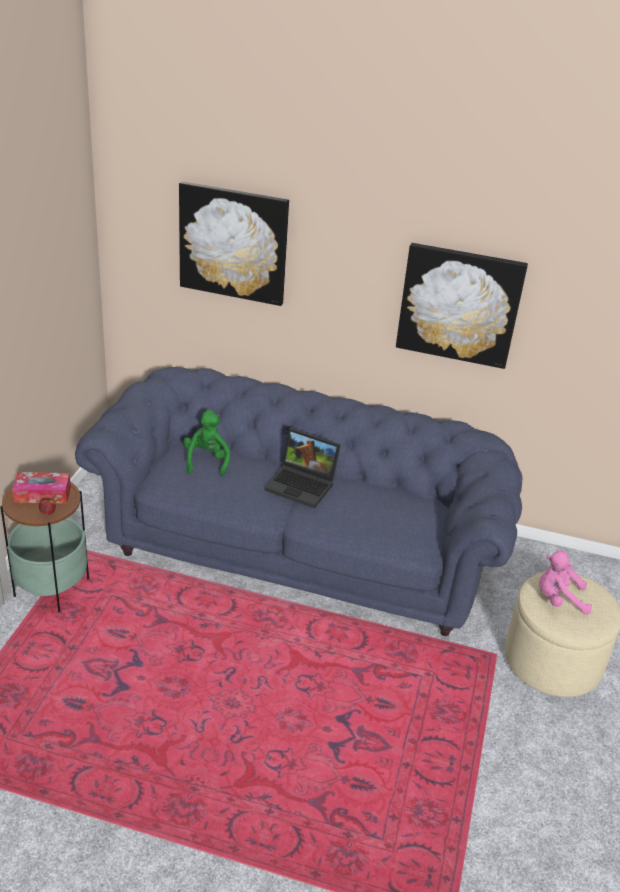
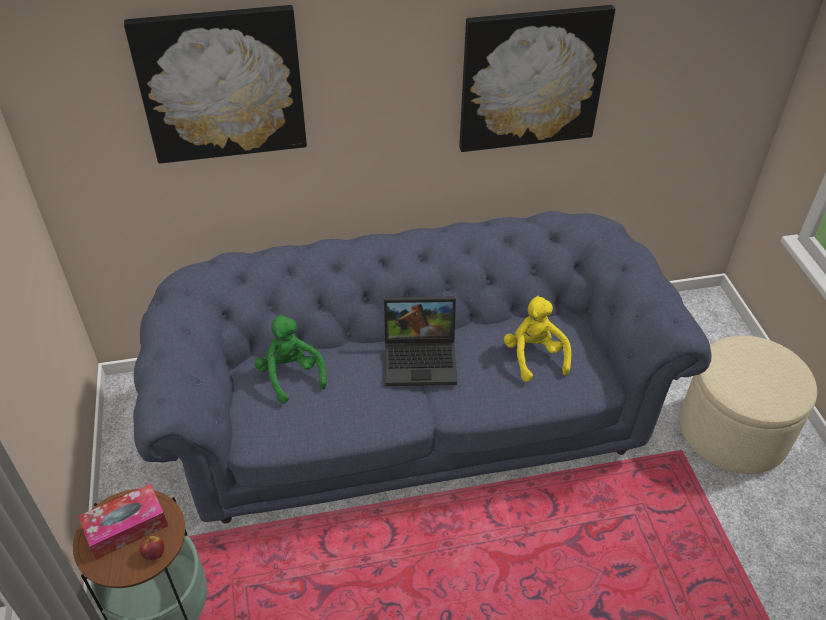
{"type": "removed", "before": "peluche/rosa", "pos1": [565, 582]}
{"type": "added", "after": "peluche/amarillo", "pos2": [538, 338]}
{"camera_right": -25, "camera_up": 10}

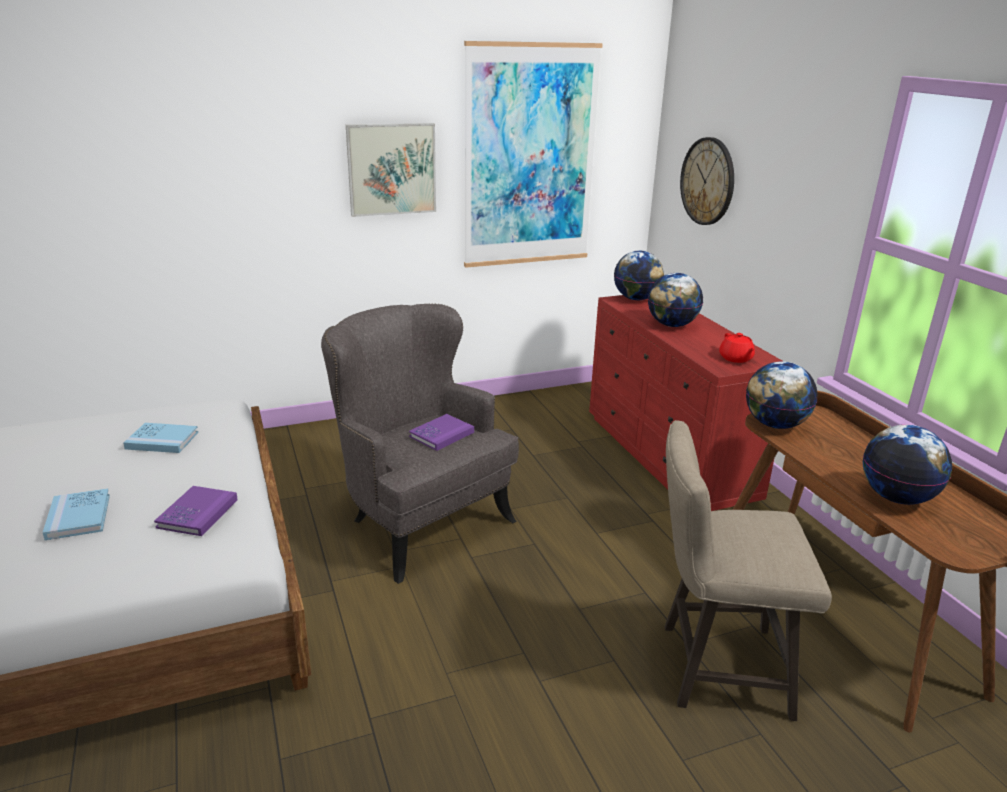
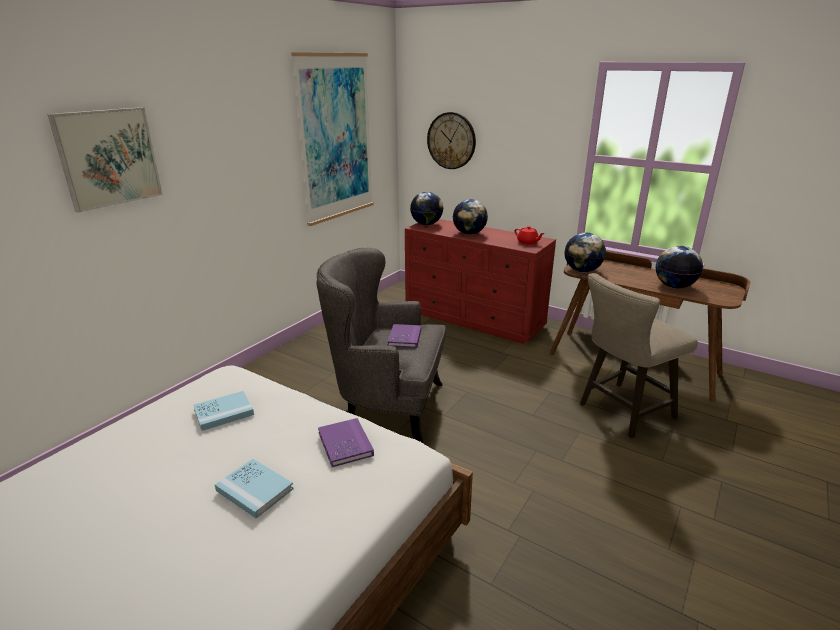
{"type": "moved", "before": "cuadro", "pos1": [391, 170], "pos2": [105, 160]}
{"camera_right": -35, "camera_up": 0}

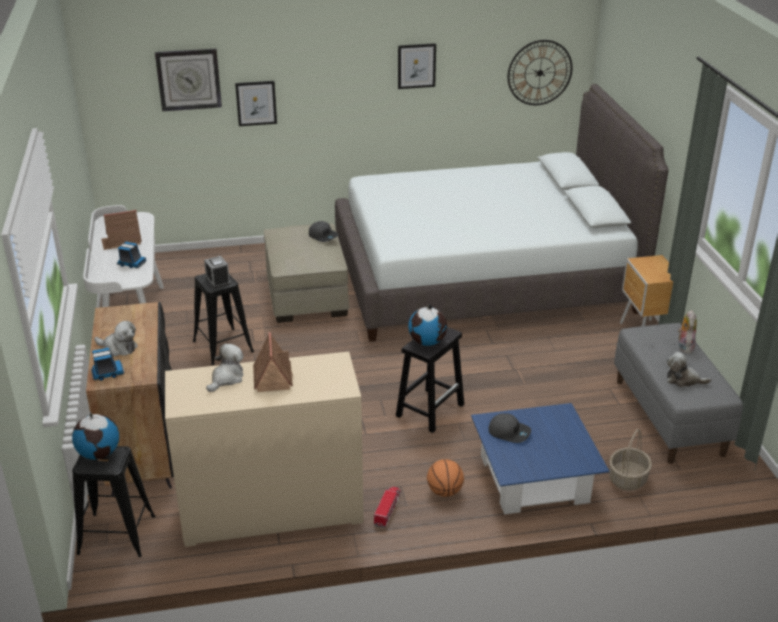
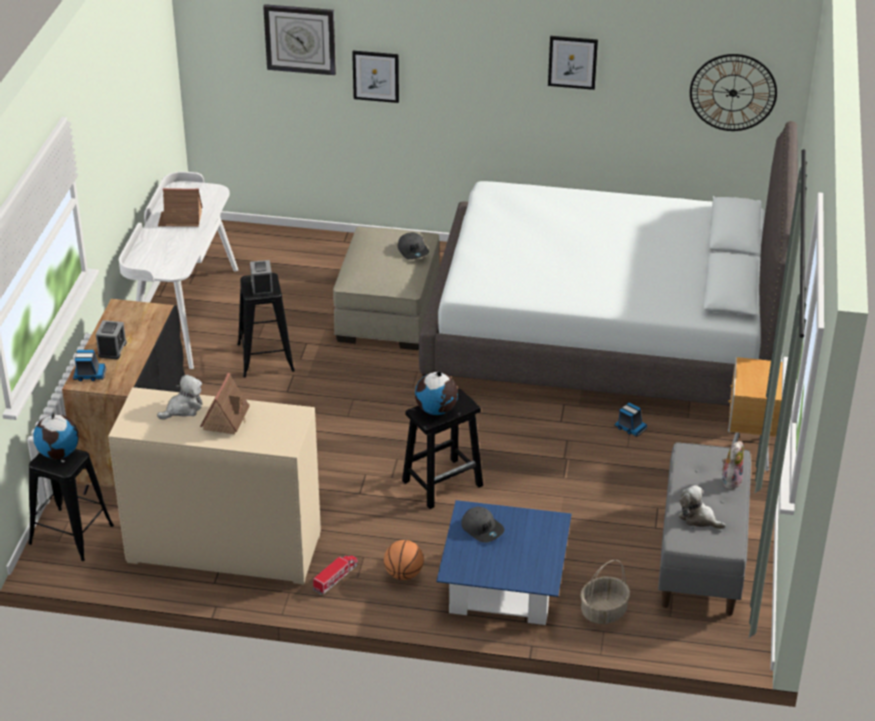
{"type": "replaced", "before": "peluche", "after": "despertador", "pos1": [116, 339], "pos2": [111, 339]}
{"type": "moved", "before": "camión de juguete", "pos1": [132, 255], "pos2": [630, 419]}
{"camera_right": 20, "camera_up": 5}

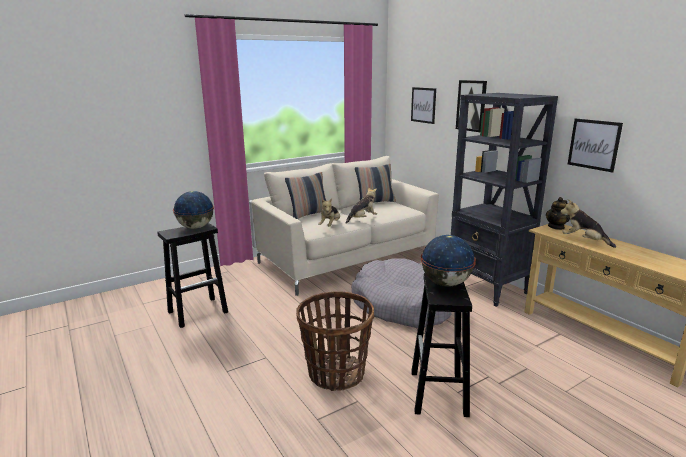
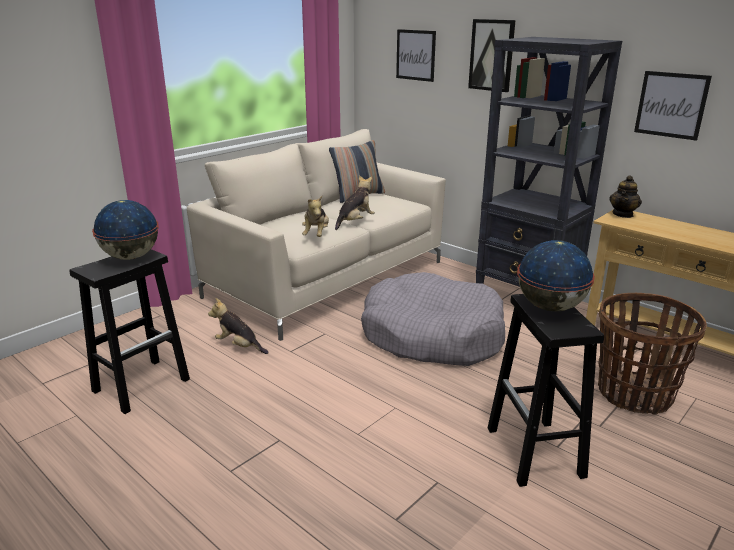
{"type": "removed", "before": "cojín", "pos1": [305, 195]}
{"type": "moved", "before": "cesta", "pos1": [335, 341], "pos2": [652, 354]}
{"type": "moved", "before": "peluche", "pos1": [588, 223], "pos2": [238, 326]}
{"camera_right": -15, "camera_up": 5}

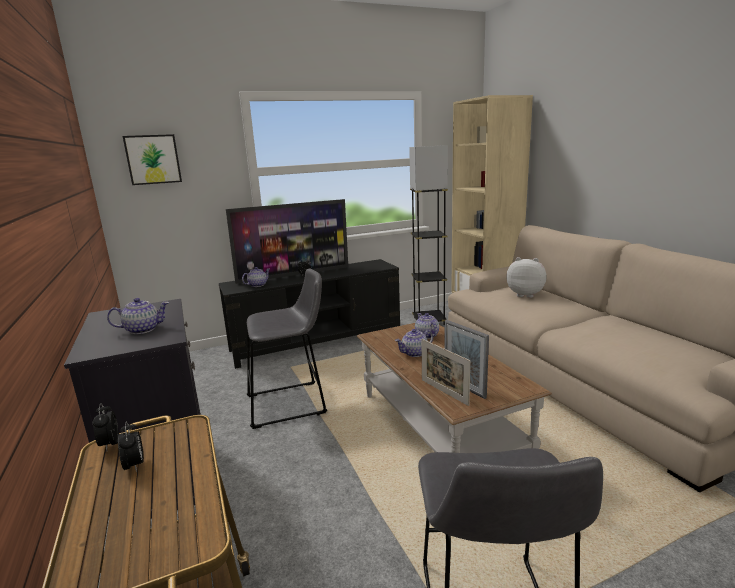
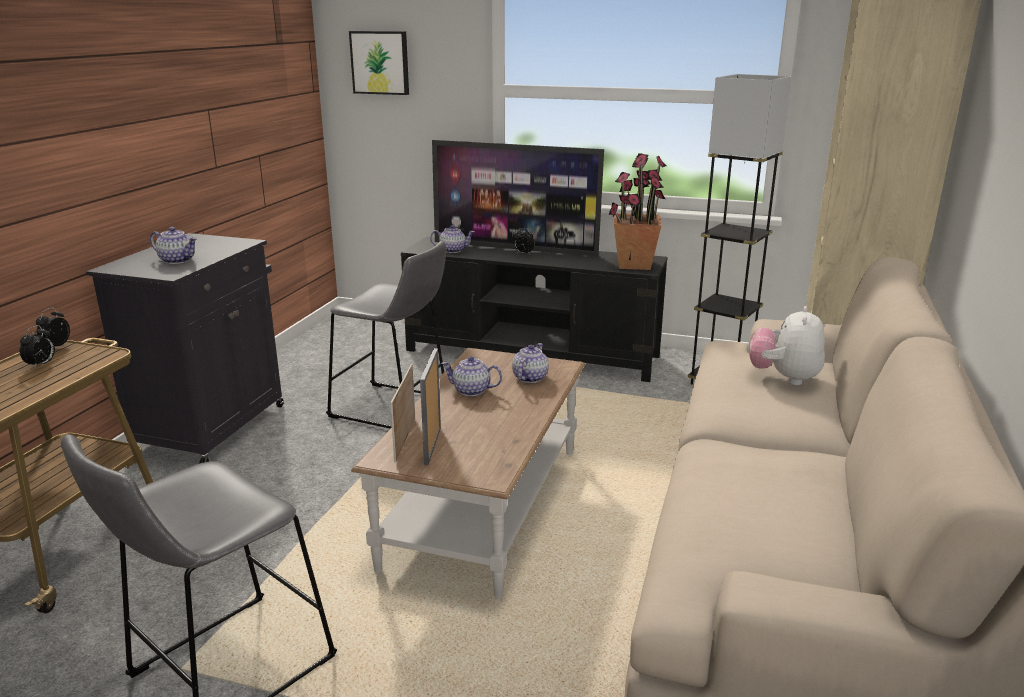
{"type": "turned", "before": "peluche", "pos1": [526, 277], "pos2": [787, 345], "turn": -135}
{"type": "added", "after": "planta en maceta", "pos2": [637, 211]}
{"camera_right": 40, "camera_up": 5}

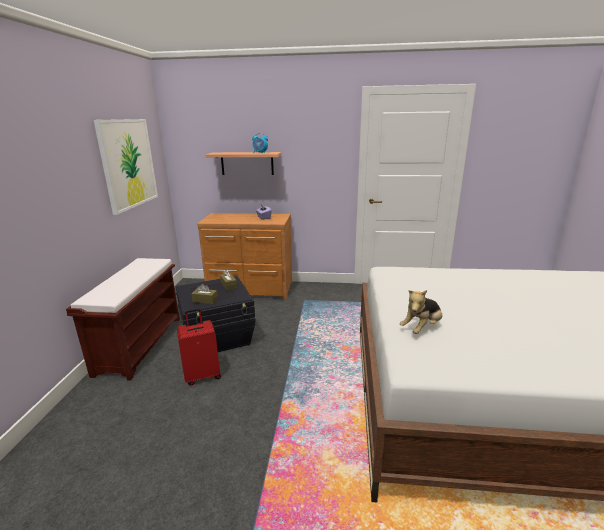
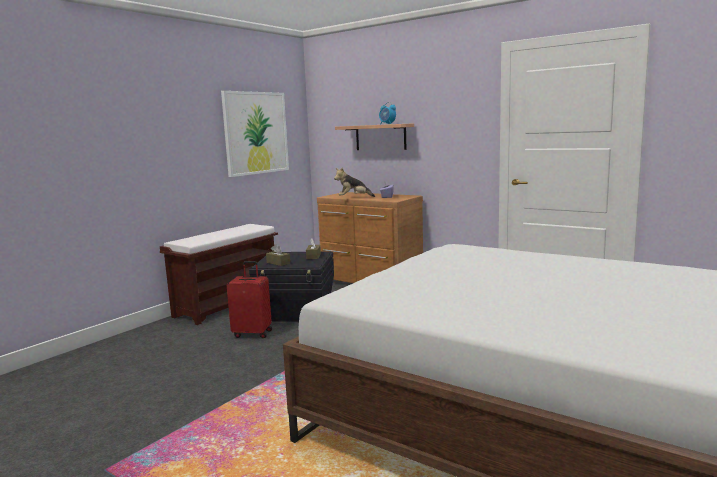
{"type": "moved", "before": "peluche", "pos1": [421, 312], "pos2": [354, 182]}
{"camera_right": 30, "camera_up": -10}

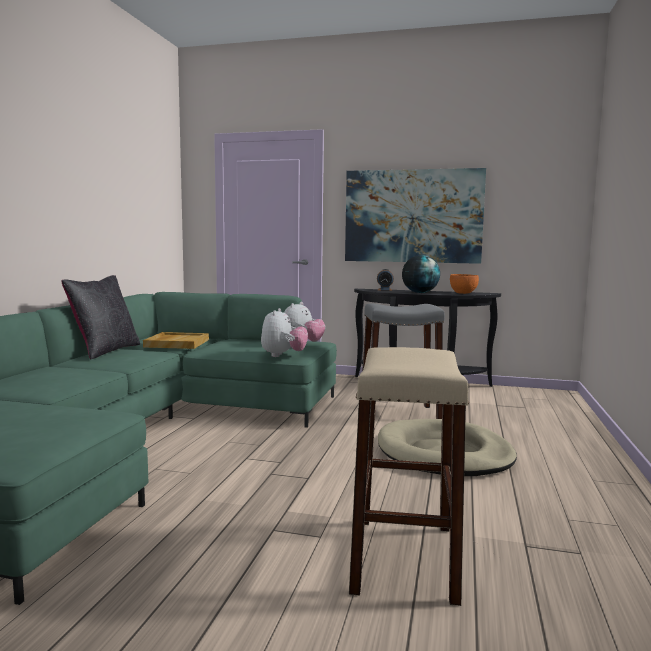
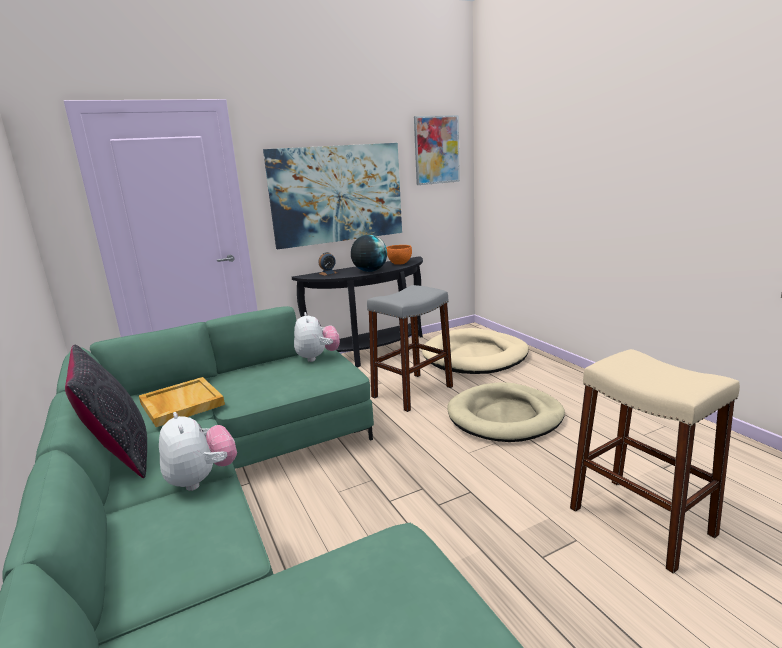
{"type": "moved", "before": "peluche", "pos1": [284, 332], "pos2": [198, 451]}
{"type": "added", "after": "cuadro", "pos2": [437, 150]}
{"type": "added", "after": "cama para perro/beis", "pos2": [475, 351]}
{"camera_right": -40, "camera_up": 10}

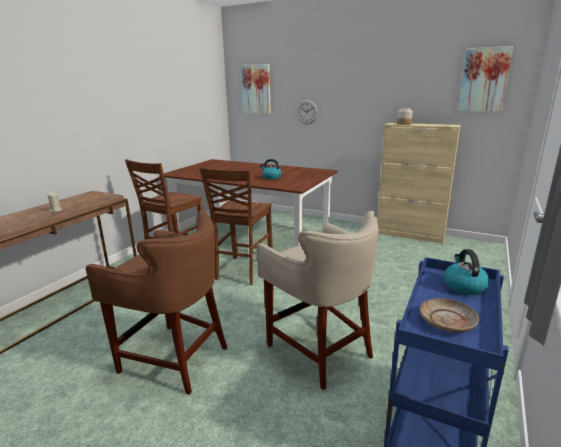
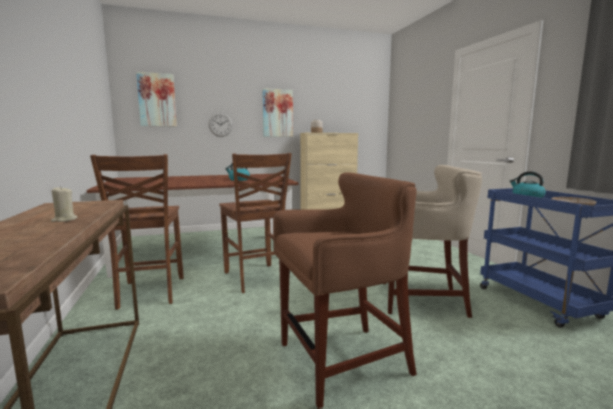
{"type": "moved", "before": "cuadro", "pos1": [486, 79], "pos2": [277, 112]}
{"camera_right": -45, "camera_up": -10}

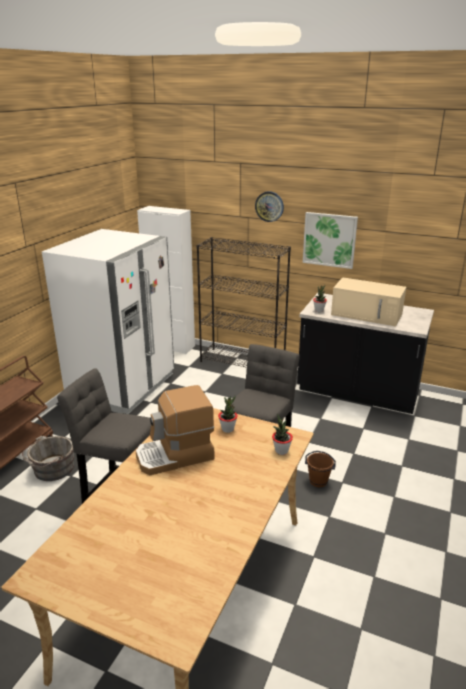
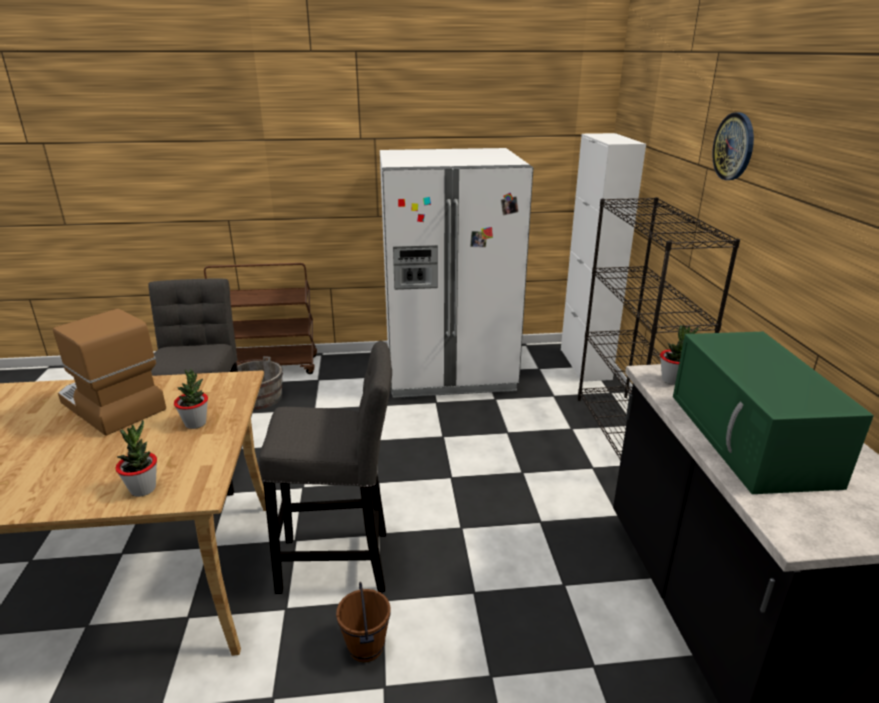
{"type": "removed", "before": "cuadro", "pos1": [330, 240]}
{"type": "recoloured", "before": "microondas/beis", "after": "microondas/verde", "pos1": [368, 302], "pos2": [773, 413]}
{"camera_right": 60, "camera_up": 0}

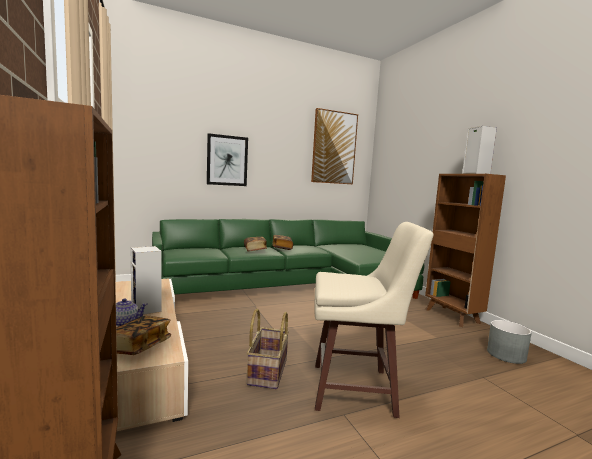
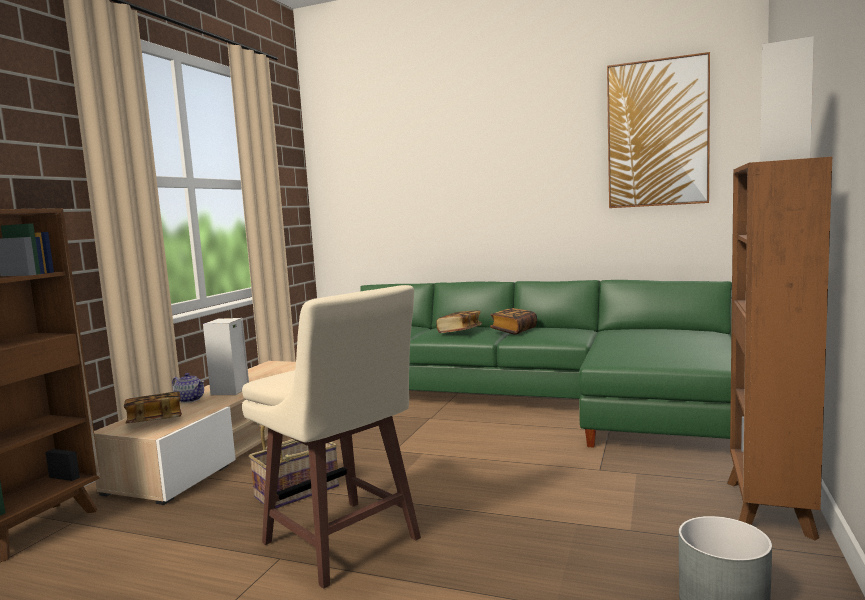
{"type": "removed", "before": "cuadro", "pos1": [227, 159]}
{"camera_right": 45, "camera_up": 0}

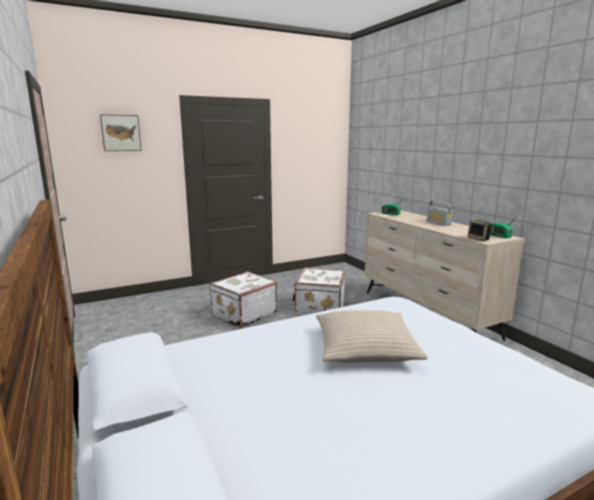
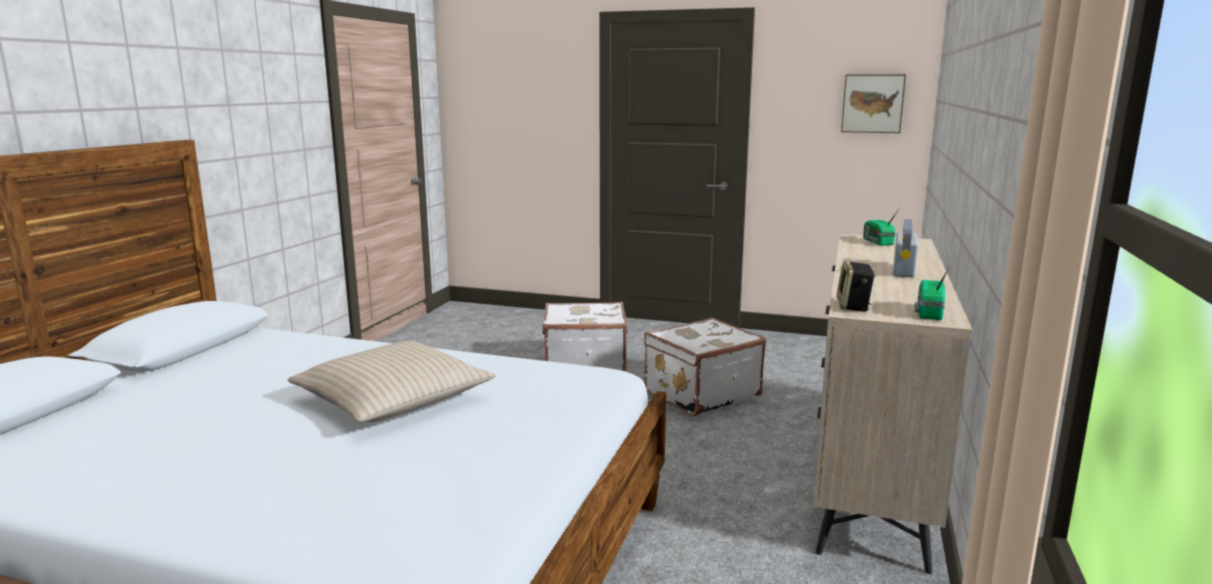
{"type": "moved", "before": "cuadro", "pos1": [121, 132], "pos2": [873, 103]}
{"camera_right": 45, "camera_up": 0}

